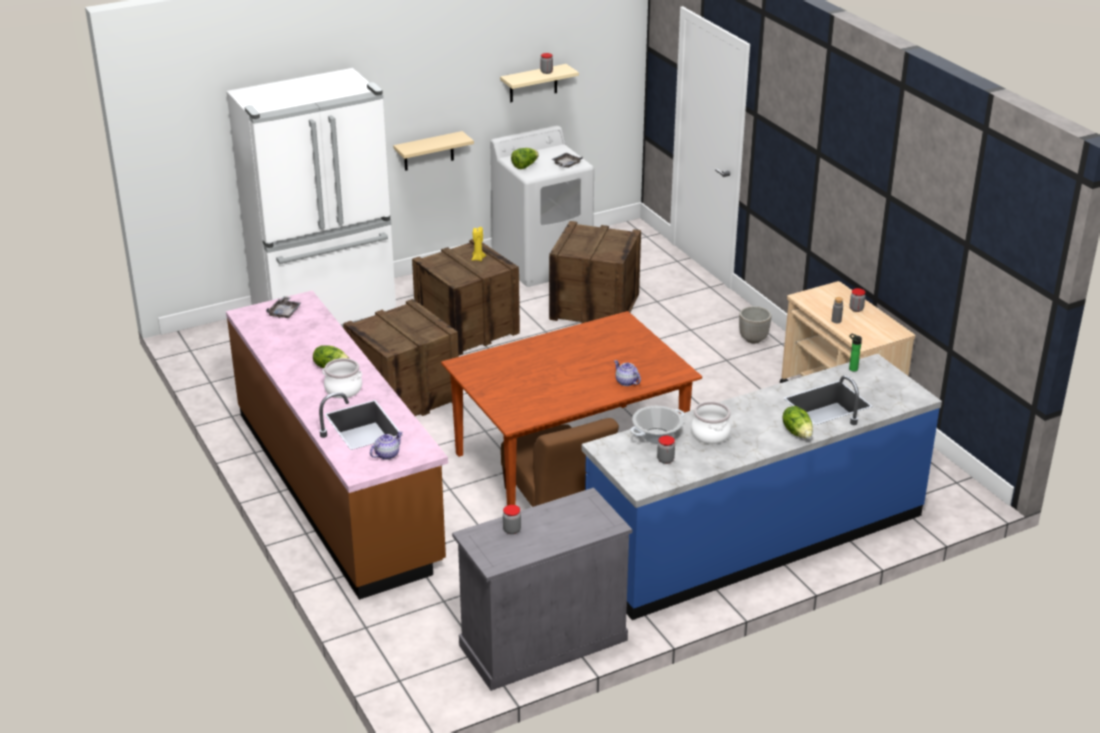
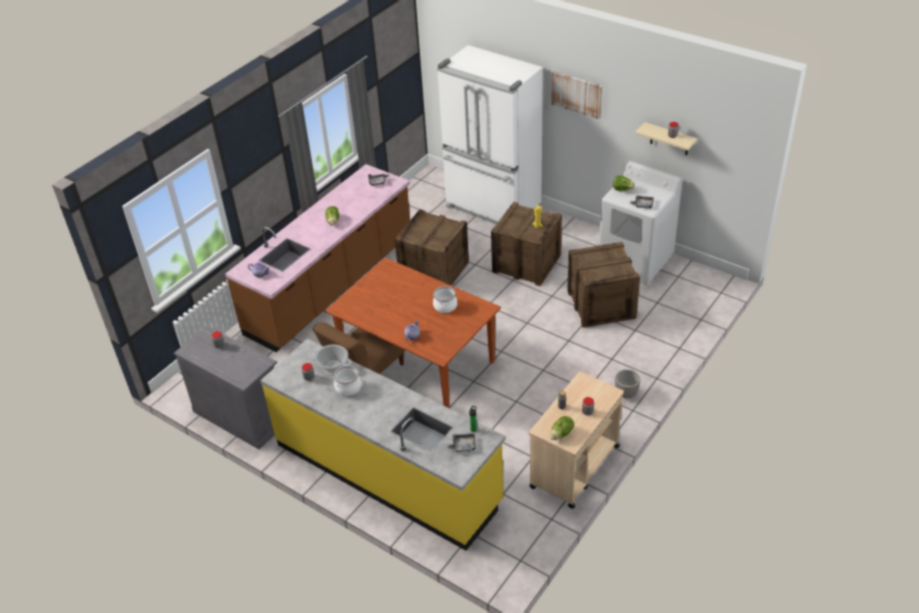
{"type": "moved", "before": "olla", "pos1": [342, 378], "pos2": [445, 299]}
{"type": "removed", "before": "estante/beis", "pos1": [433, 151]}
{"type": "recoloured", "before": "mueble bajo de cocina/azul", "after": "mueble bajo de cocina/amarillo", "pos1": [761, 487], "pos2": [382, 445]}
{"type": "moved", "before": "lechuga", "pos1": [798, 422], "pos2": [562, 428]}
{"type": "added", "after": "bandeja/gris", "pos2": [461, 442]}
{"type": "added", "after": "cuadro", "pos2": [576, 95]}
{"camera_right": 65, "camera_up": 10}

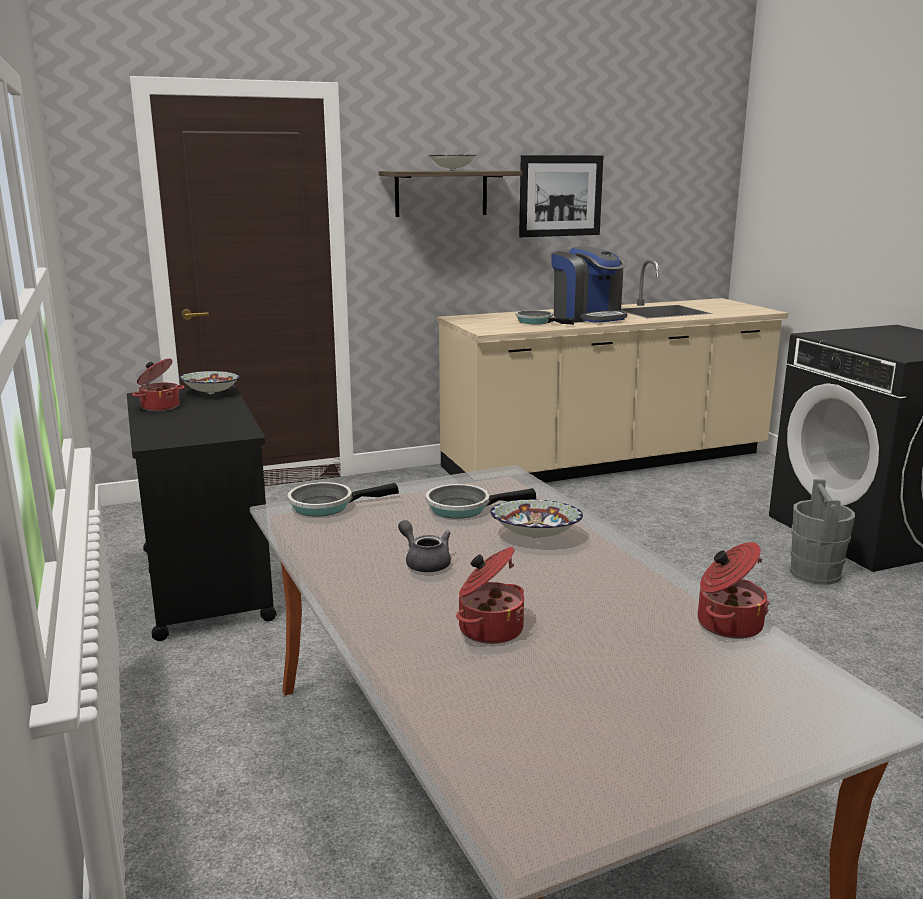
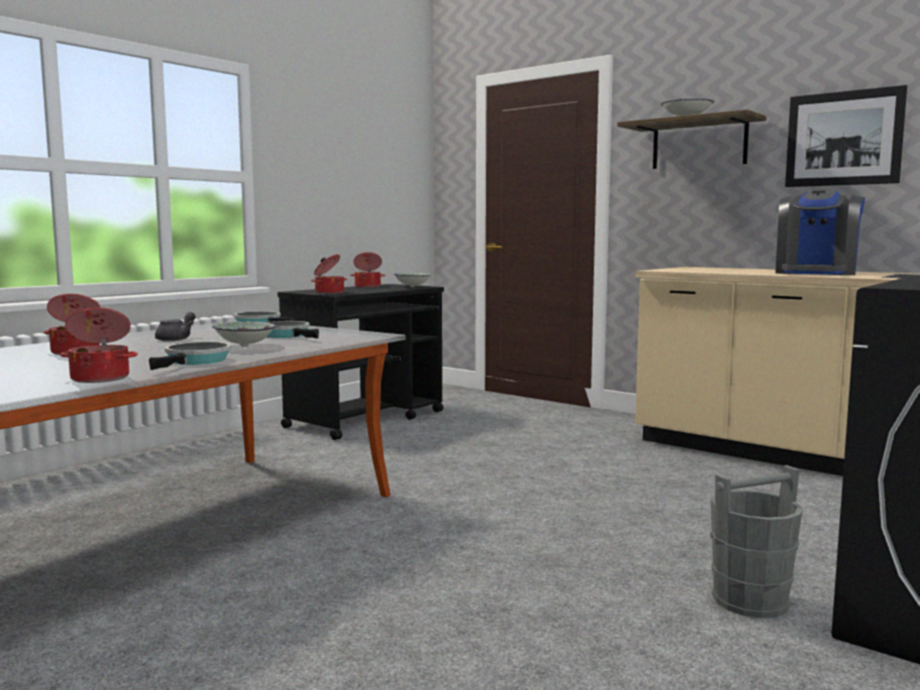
{"type": "moved", "before": "sartén", "pos1": [545, 317], "pos2": [190, 356]}
{"type": "added", "after": "olla", "pos2": [329, 274]}
{"camera_right": 60, "camera_up": -10}

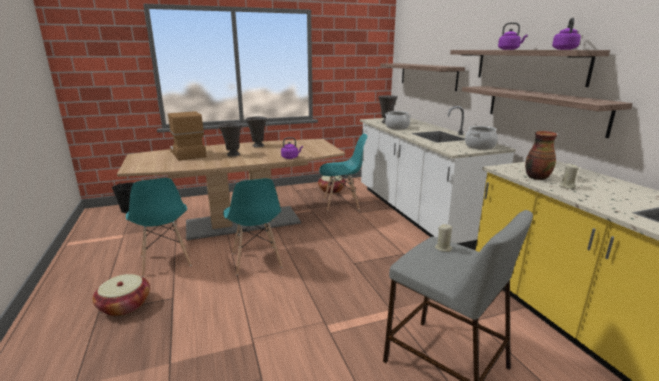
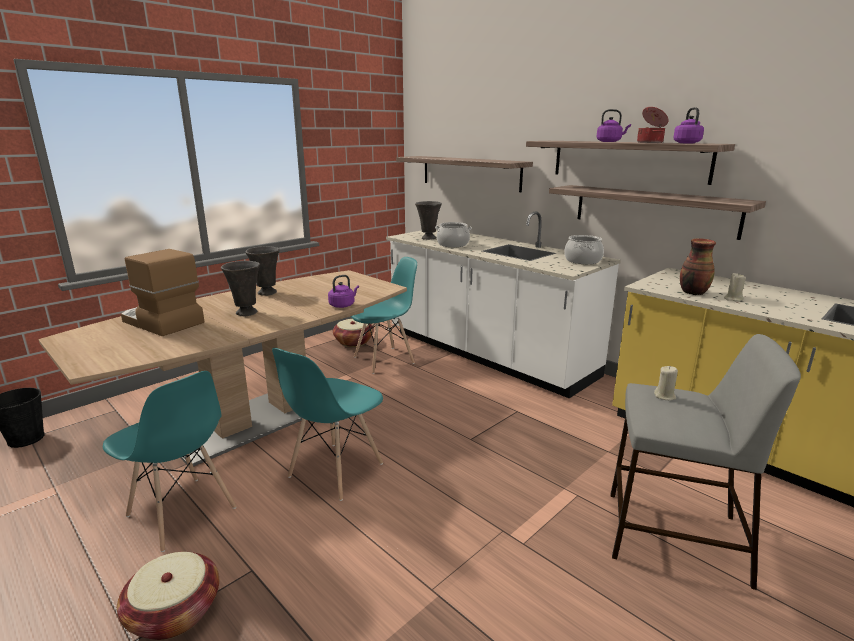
{"type": "turned", "before": "silla/turquesa", "pos1": [253, 226], "pos2": [327, 424], "turn": 75}
{"type": "added", "after": "olla", "pos2": [653, 125]}
{"camera_right": -25, "camera_up": 0}

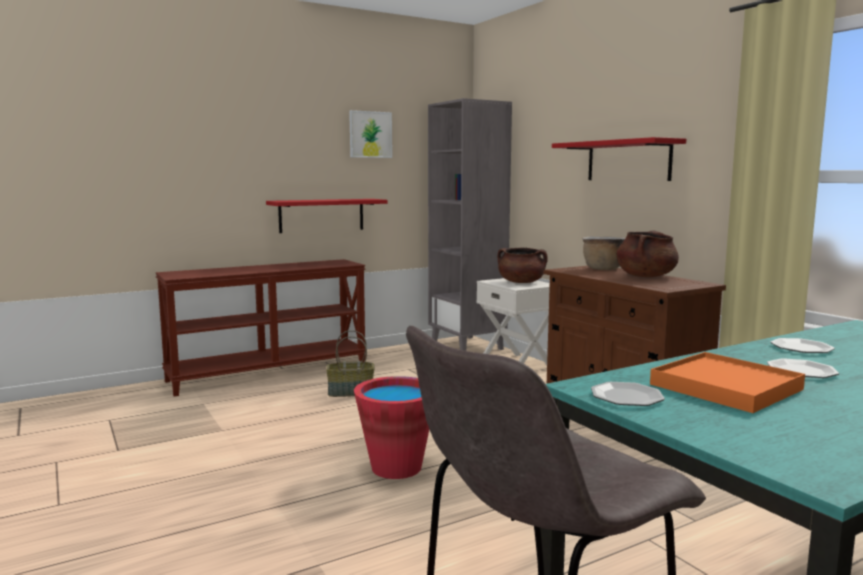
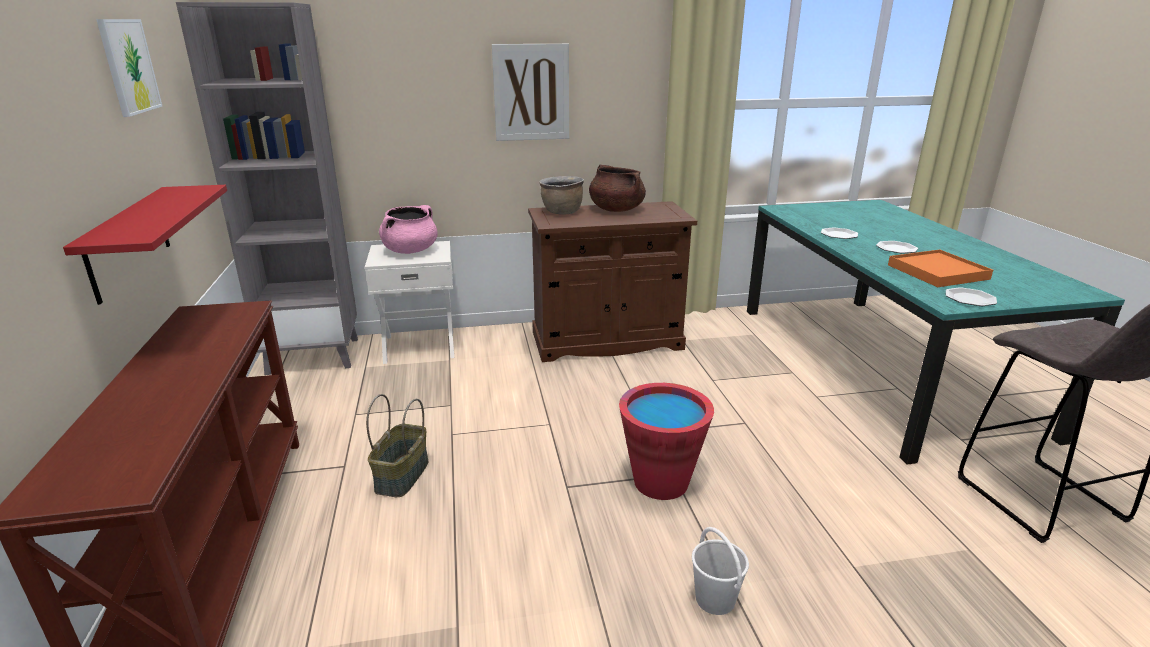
{"type": "recoloured", "before": "olla/marrón", "after": "olla/rosa", "pos1": [522, 265], "pos2": [408, 229]}
{"type": "replaced", "before": "estante/rojo", "after": "cuadro", "pos1": [619, 159], "pos2": [530, 92]}
{"type": "added", "after": "cubo/blanco", "pos2": [720, 571]}
{"camera_right": -70, "camera_up": 15}

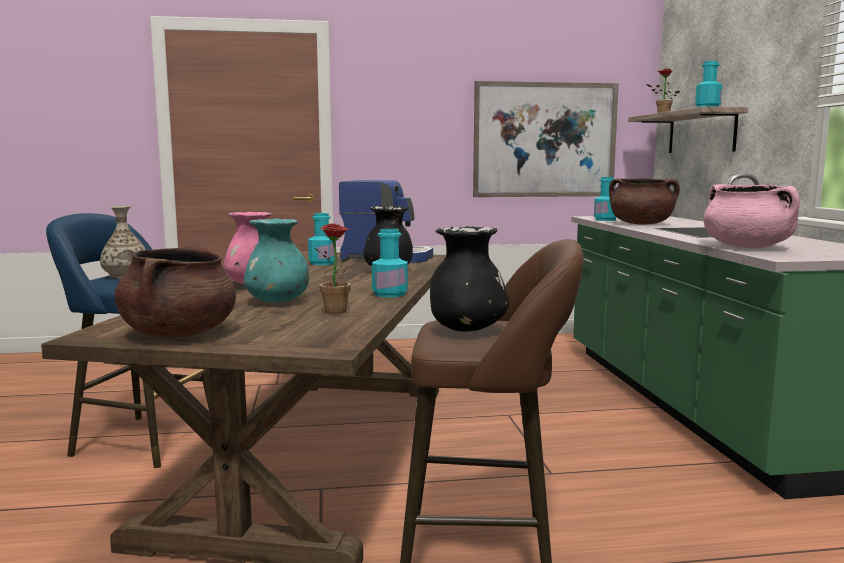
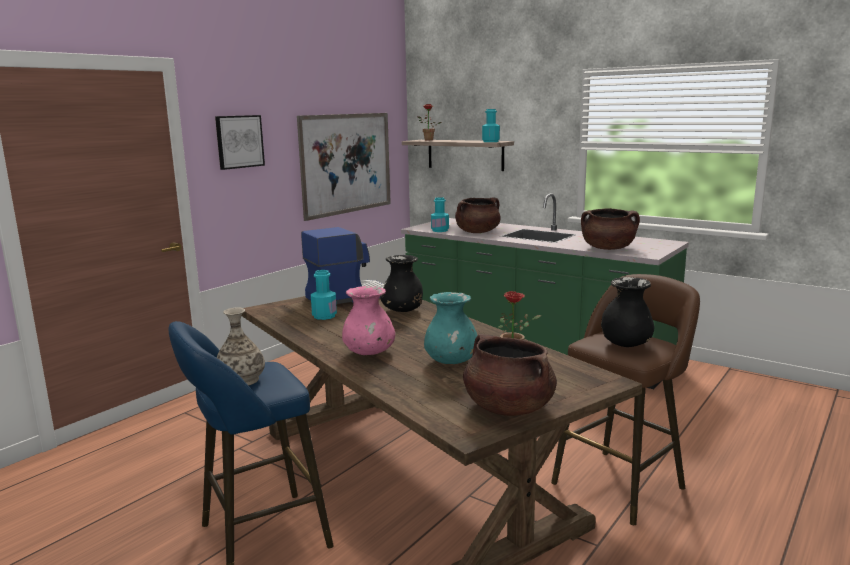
{"type": "removed", "before": "botella/turquesa", "pos1": [390, 263]}
{"type": "recoloured", "before": "olla/rosa", "after": "olla/marrón", "pos1": [751, 216], "pos2": [610, 229]}
{"type": "added", "after": "cuadro", "pos2": [240, 142]}
{"camera_right": -45, "camera_up": 5}

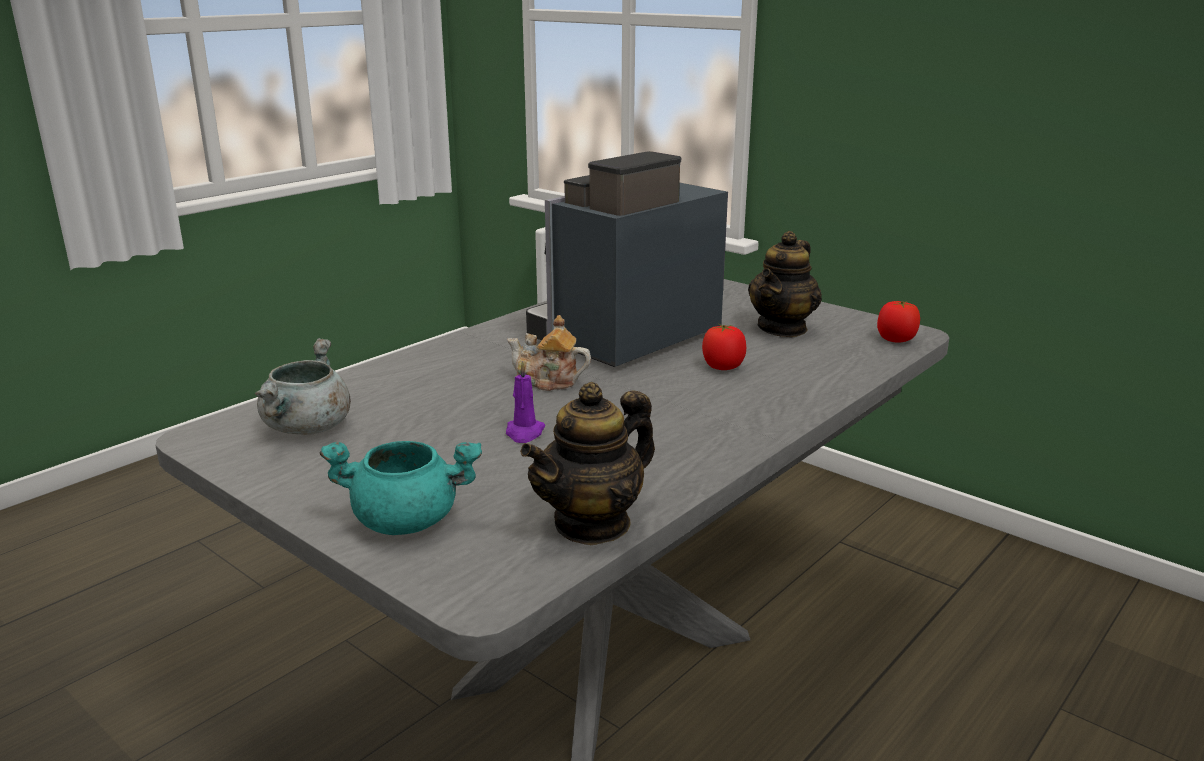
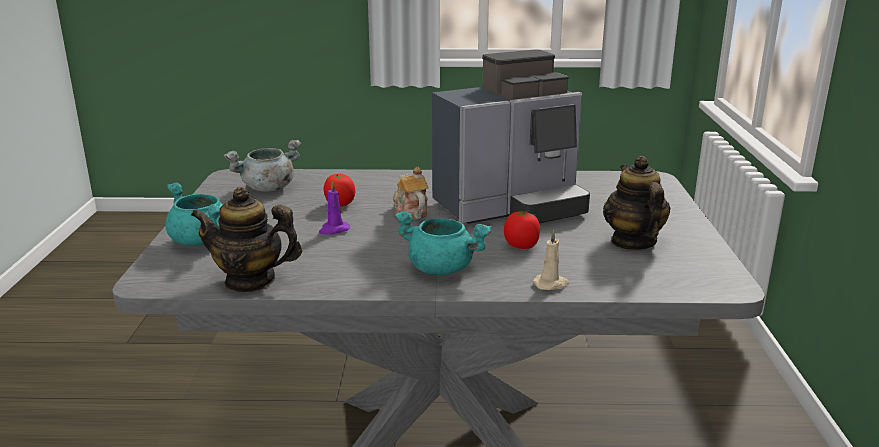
{"type": "turned", "before": "cafetera", "pos1": [627, 259], "pos2": [511, 136], "turn": 150}
{"type": "turned", "before": "tetera", "pos1": [785, 284], "pos2": [636, 203], "turn": 90}
{"type": "moved", "before": "tomate", "pos1": [898, 322], "pos2": [339, 190]}
{"type": "added", "after": "olla/turquesa", "pos2": [443, 243]}
{"type": "added", "after": "vela/beis", "pos2": [551, 260]}
{"camera_right": 50, "camera_up": 0}

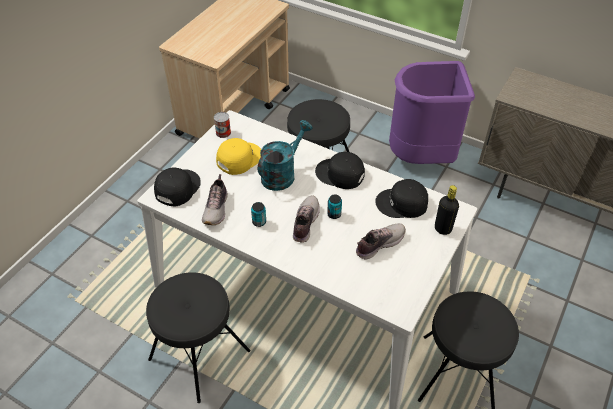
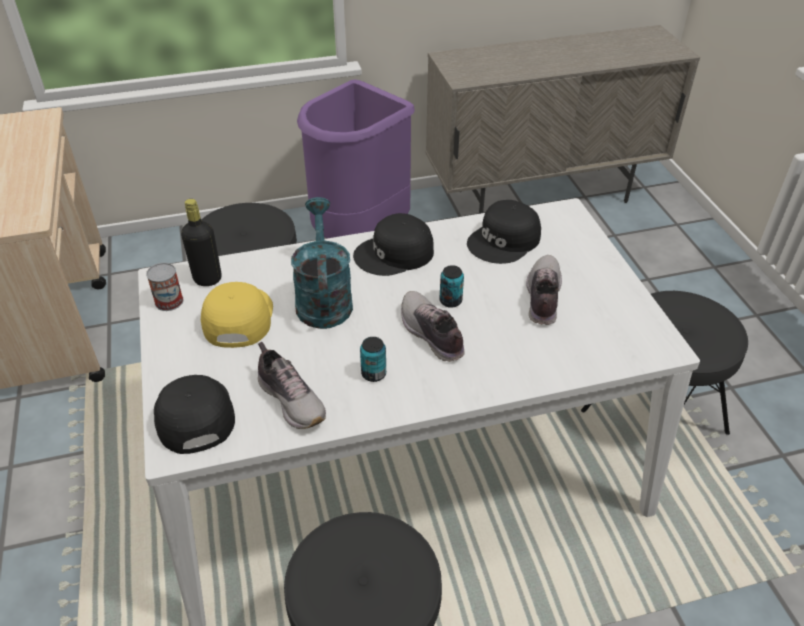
{"type": "moved", "before": "botella/negro", "pos1": [447, 210], "pos2": [201, 242]}
{"camera_right": -45, "camera_up": -5}

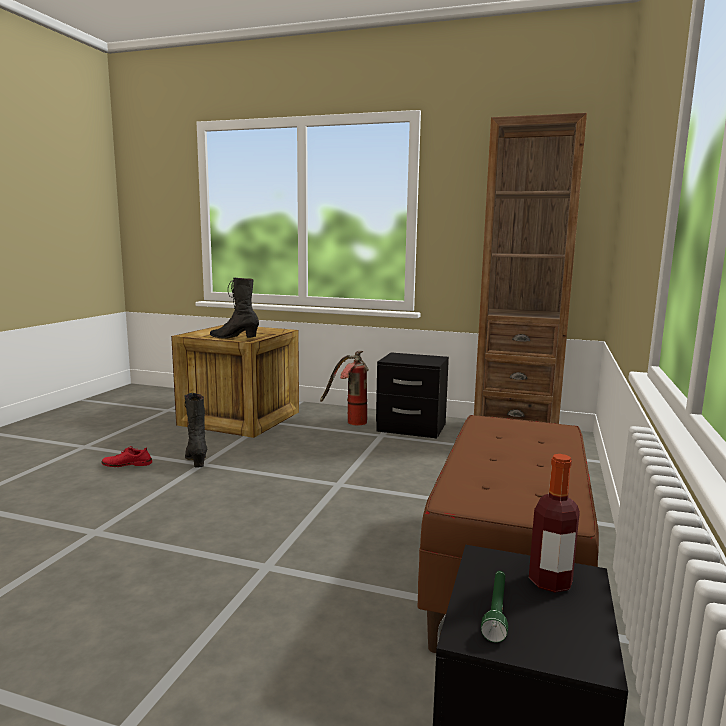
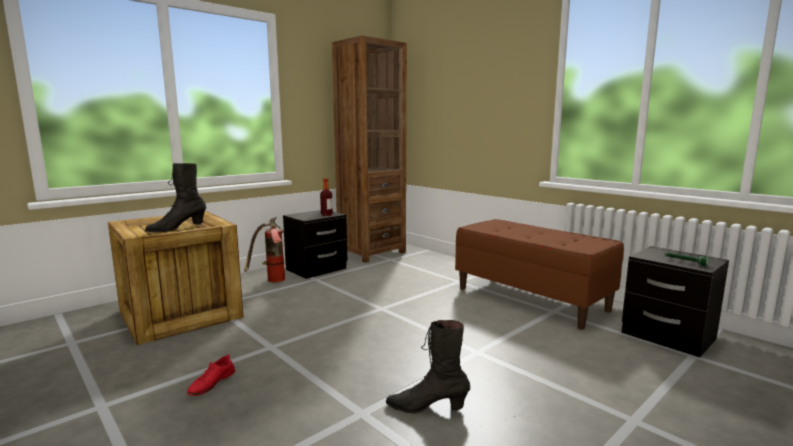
{"type": "moved", "before": "bota/negro", "pos1": [196, 430], "pos2": [428, 367]}
{"type": "moved", "before": "botella", "pos1": [554, 523], "pos2": [326, 197]}
{"camera_right": -60, "camera_up": 0}

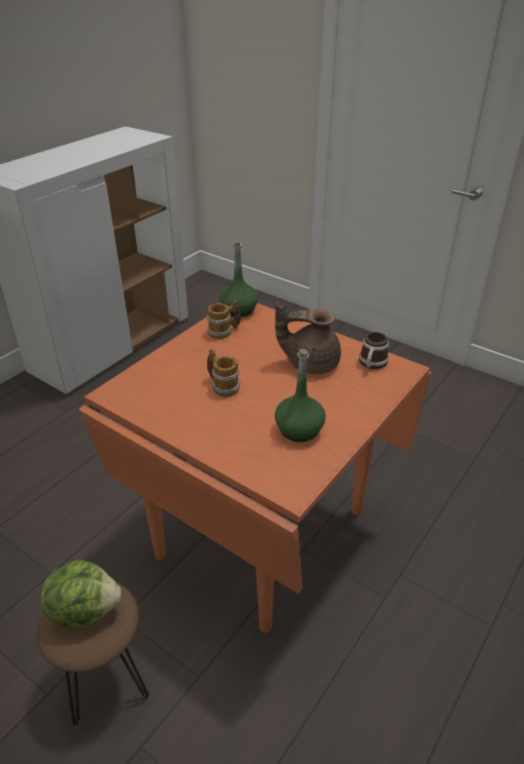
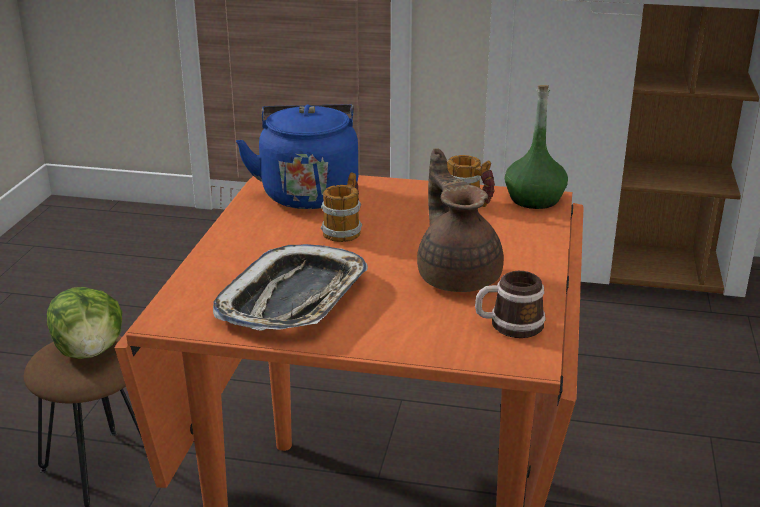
{"type": "replaced", "before": "botella/verde", "after": "bandeja", "pos1": [300, 395], "pos2": [290, 287]}
{"type": "added", "after": "hervidor/azul", "pos2": [297, 156]}
{"camera_right": 65, "camera_up": -10}

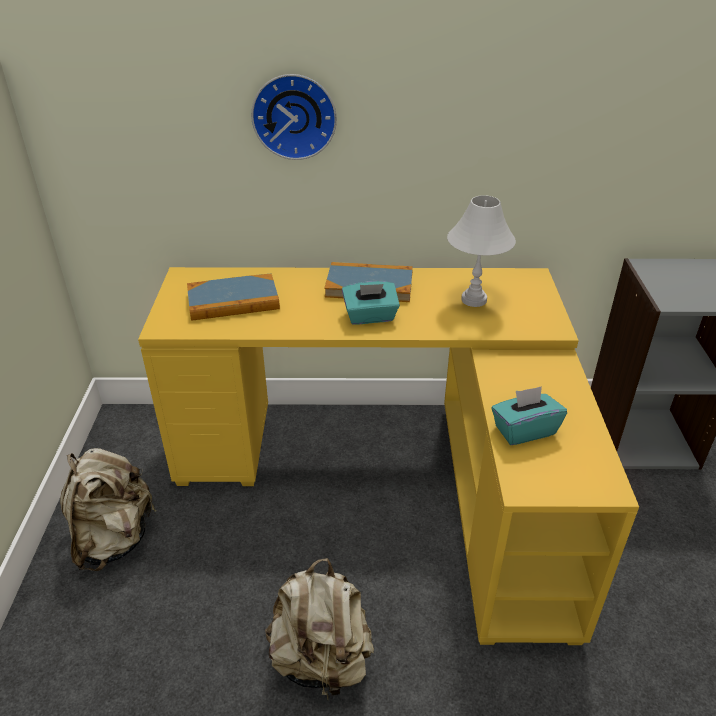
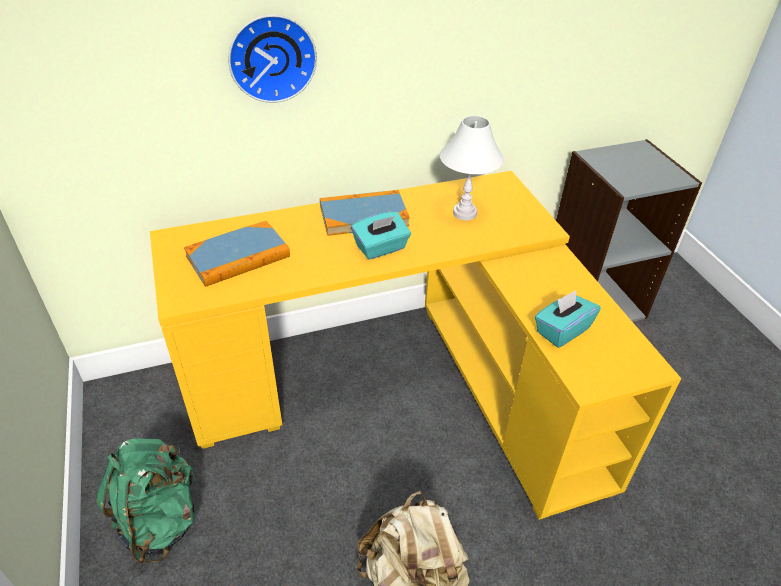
{"type": "recoloured", "before": "mochila/beis", "after": "mochila/verde", "pos1": [108, 509], "pos2": [147, 501]}
{"camera_right": -20, "camera_up": 5}

